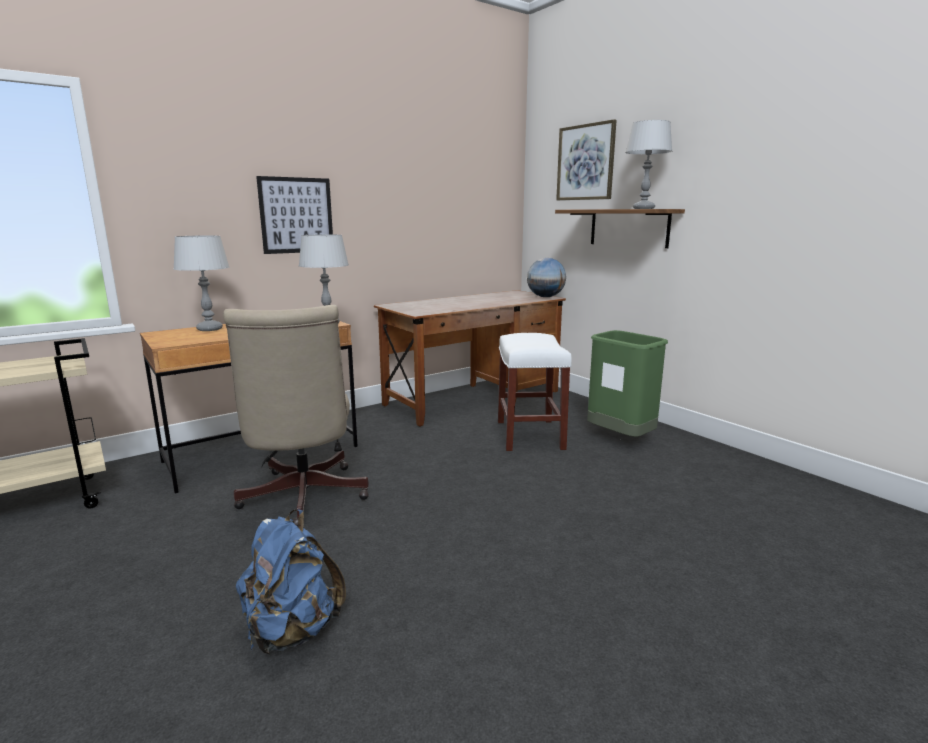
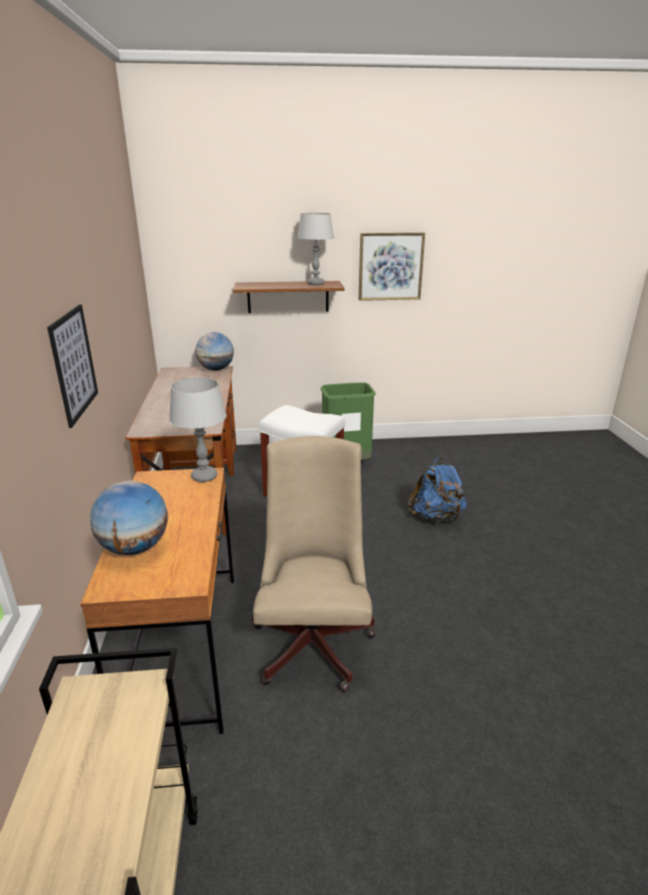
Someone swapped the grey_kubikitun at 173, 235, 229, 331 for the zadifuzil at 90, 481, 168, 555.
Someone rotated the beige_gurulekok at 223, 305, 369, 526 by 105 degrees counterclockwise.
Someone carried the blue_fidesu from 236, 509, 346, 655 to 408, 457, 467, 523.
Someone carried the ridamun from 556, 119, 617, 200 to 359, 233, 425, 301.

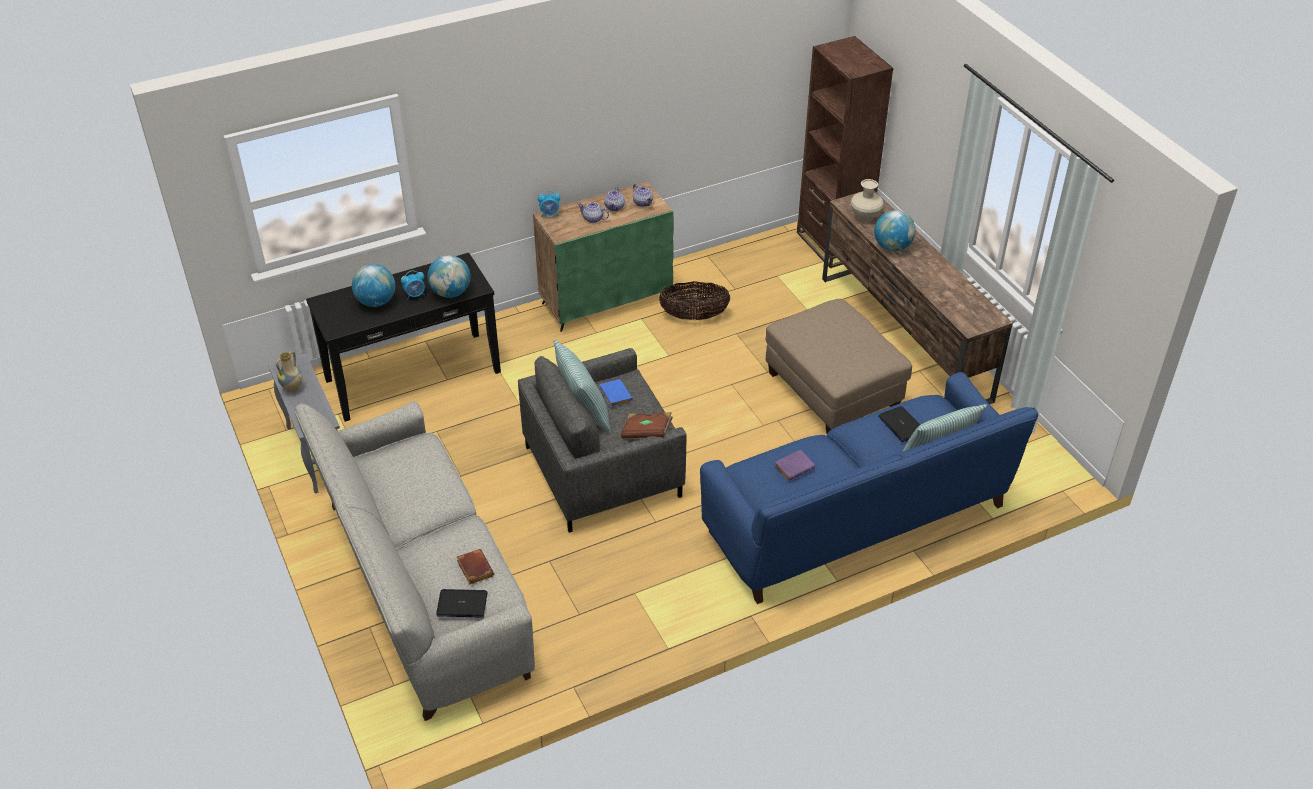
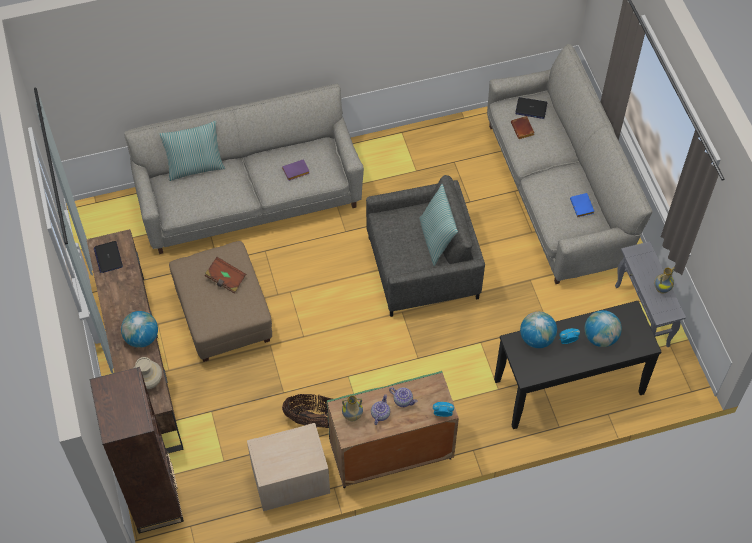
Someone carried the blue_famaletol from 599, 379, 633, 407 to 570, 193, 595, 217.
Someone carried the brown_famaletol from 621, 411, 673, 438 to 205, 257, 246, 293.
Someone swapped the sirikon at 633, 184, 653, 207 for the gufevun at 342, 395, 363, 421.
Someone repainted the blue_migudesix at 700, 372, 1038, 604, which became the grey_migudesix at 124, 84, 364, 254.
Someone carried the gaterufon from 878, 406, 920, 442 to 94, 241, 123, 273.
Someone put down the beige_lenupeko at 247, 423, 330, 511.

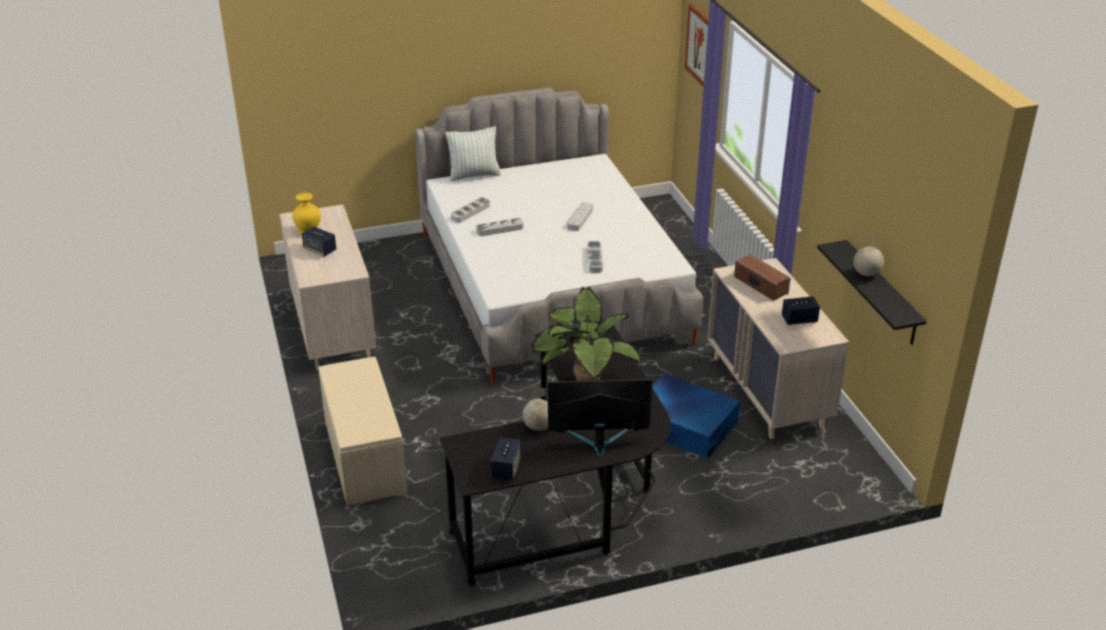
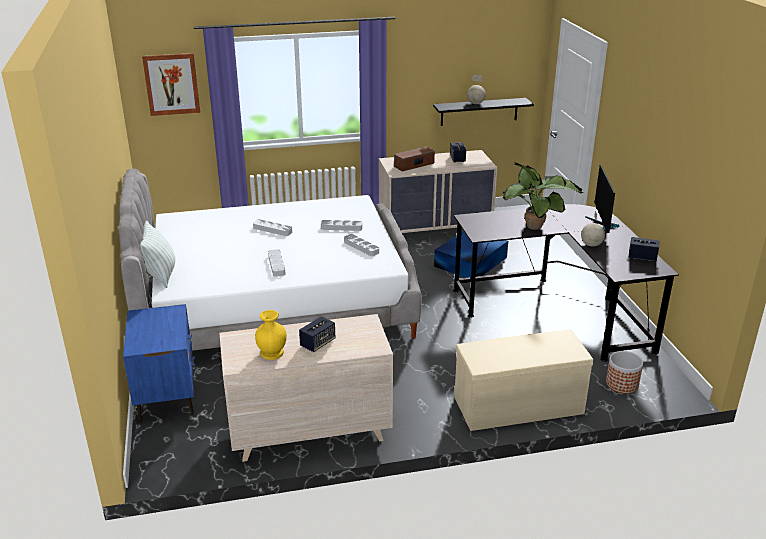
Someone carried the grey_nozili from 451, 197, 490, 223 to 344, 234, 379, 256.
Someone put down the blue_lenupeko at 123, 304, 195, 422.
Someone put down the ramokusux at 606, 351, 643, 394.

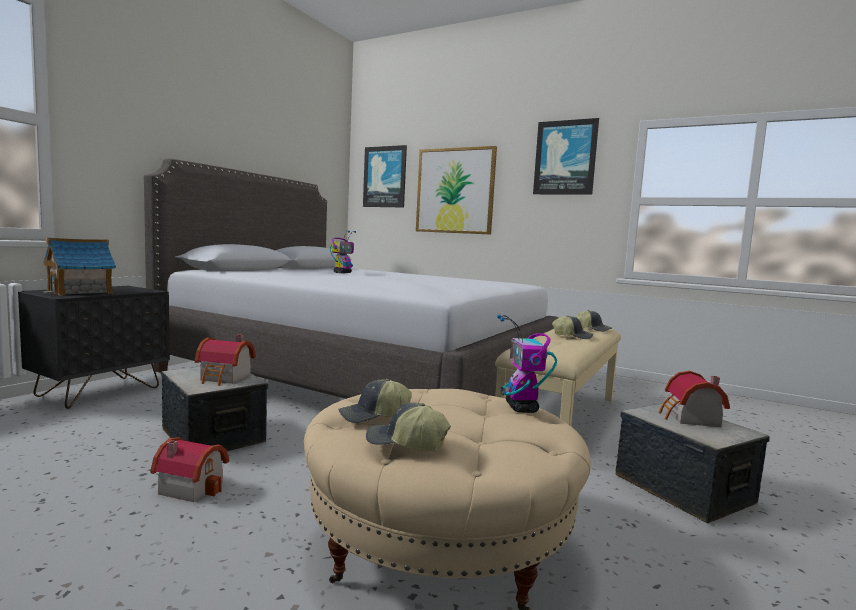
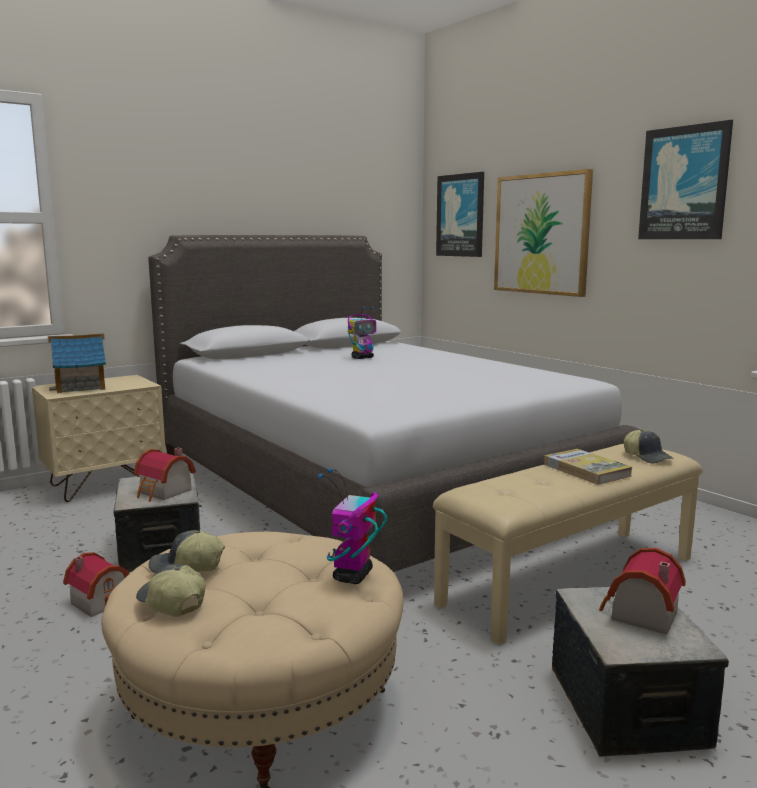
Someone repainted the black_lenupeko at 18, 286, 170, 409, which became the beige_lenupeko at 32, 375, 166, 502.
Someone swapped the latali at 552, 315, 594, 339 for the famaletol at 544, 449, 632, 485.

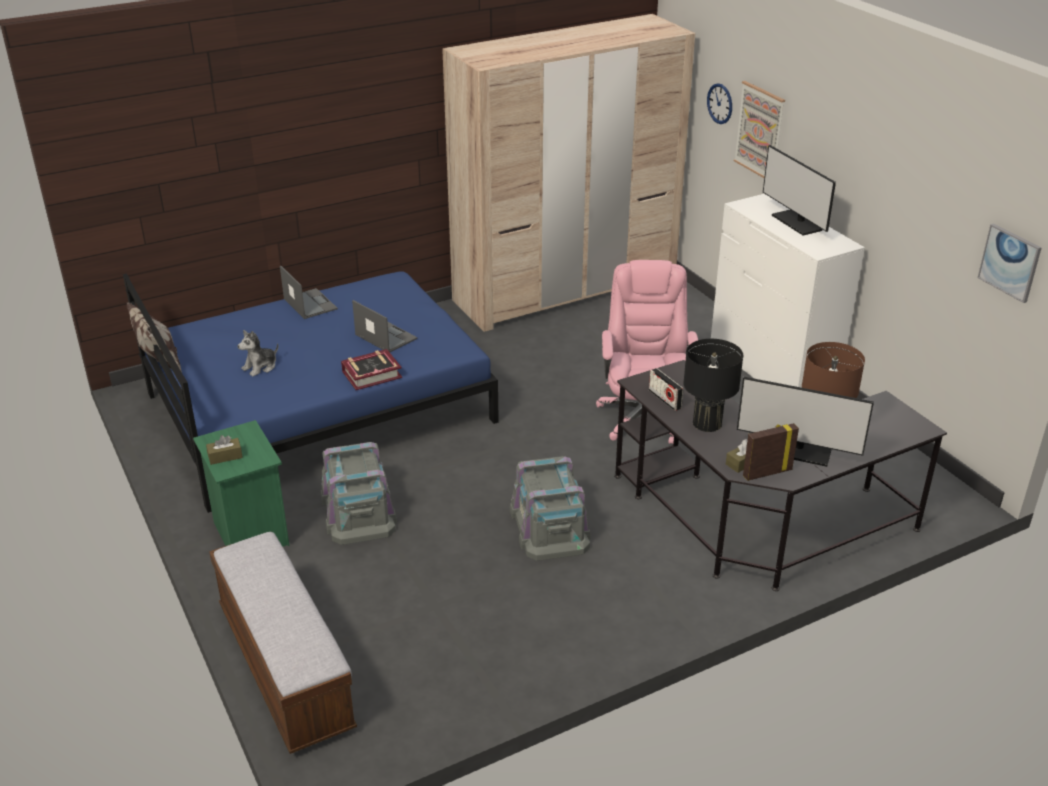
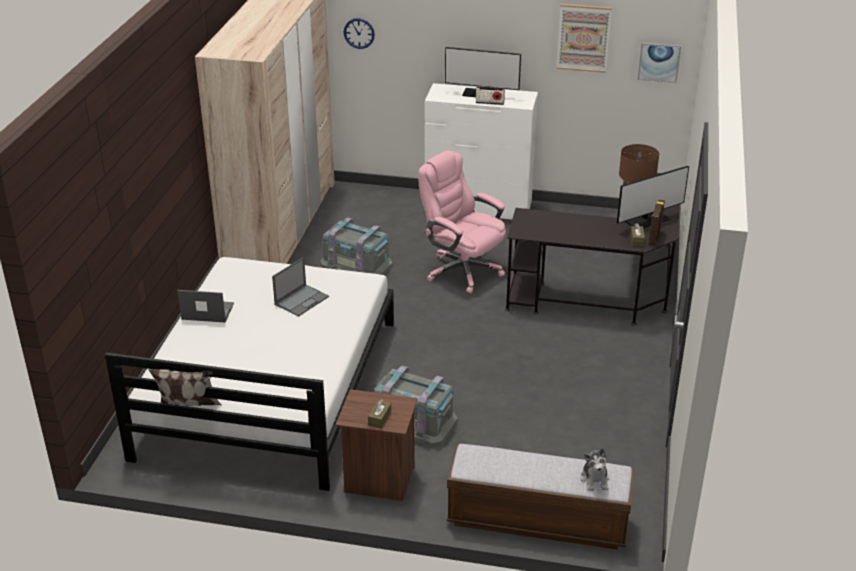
Someone repainted the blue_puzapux at 123, 271, 499, 513, which became the white_puzapux at 105, 257, 394, 491.
Someone repainted the green_lenupeko at 193, 420, 290, 546, which became the brown_lenupeko at 336, 389, 418, 501.
Someone carried the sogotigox from 237, 330, 278, 377 to 580, 448, 609, 491.
Someone took away the famaletol at 341, 349, 402, 390.
Someone rotated the gaterufon at 352, 300, 417, 352 by 135 degrees clockwise.
Someone carried the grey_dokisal from 510, 456, 591, 561 to 320, 218, 393, 275.
Someone carried the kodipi from 649, 368, 683, 411 to 476, 86, 505, 105.
Someone took away the black_kubikitun at 683, 339, 743, 432.
Someone carried the ridamun from 734, 81, 785, 178 to 557, 4, 612, 73.

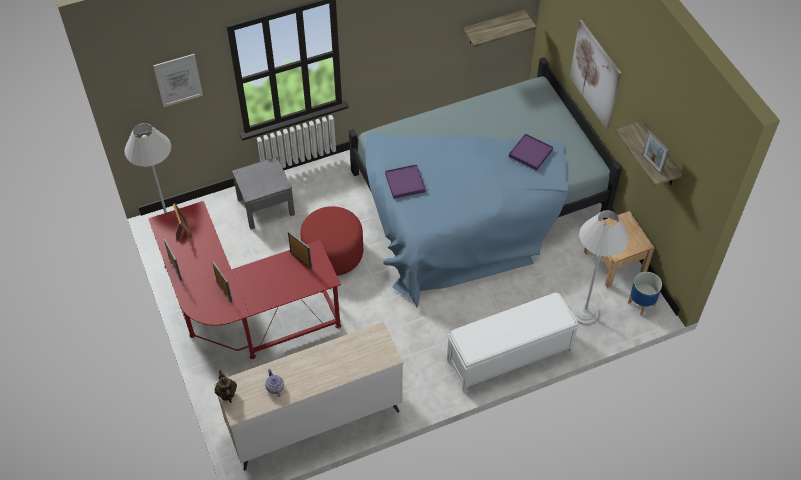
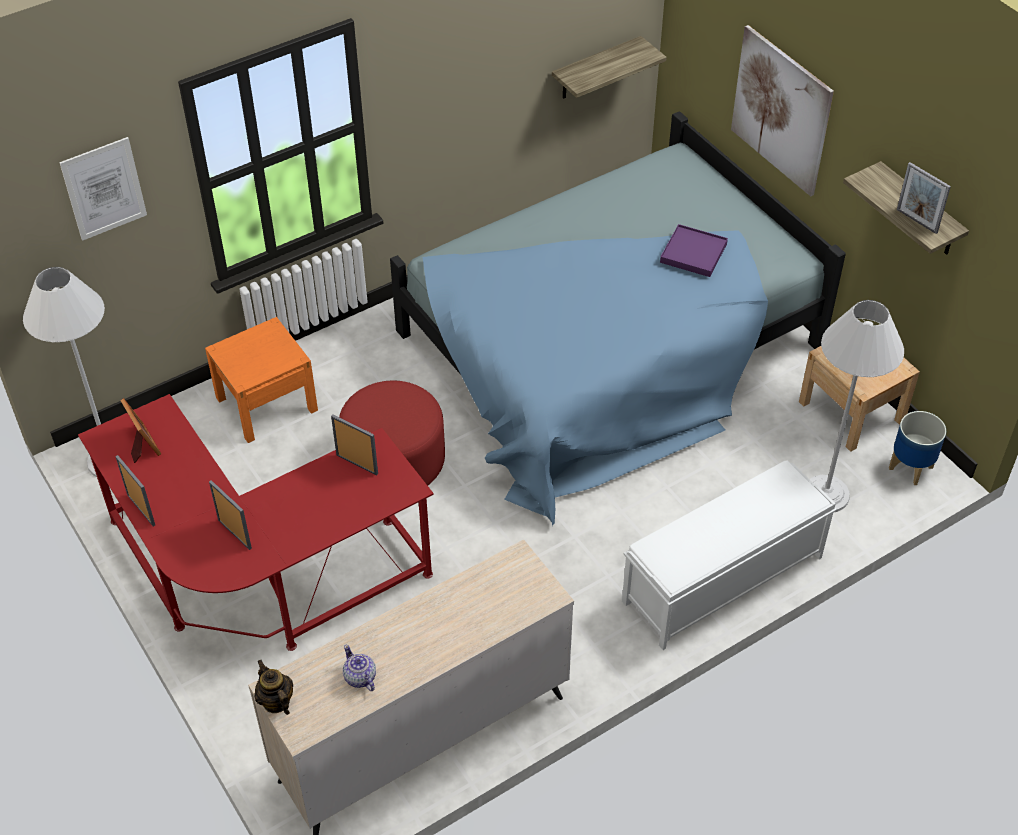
Someone repainted the grey_lenupeko at 232, 157, 295, 229, which became the orange_lenupeko at 205, 317, 318, 443.
Someone took away the purple_nozili at 385, 164, 426, 199.

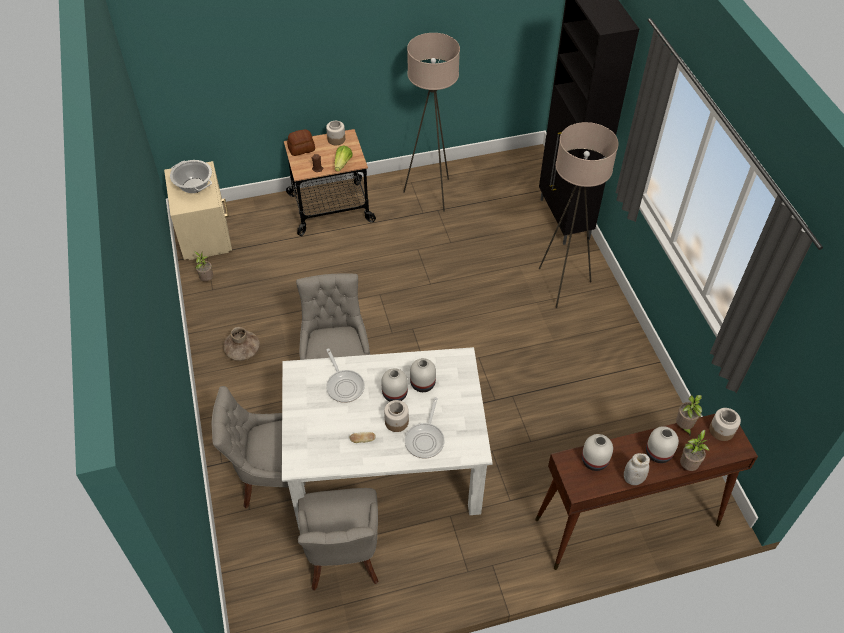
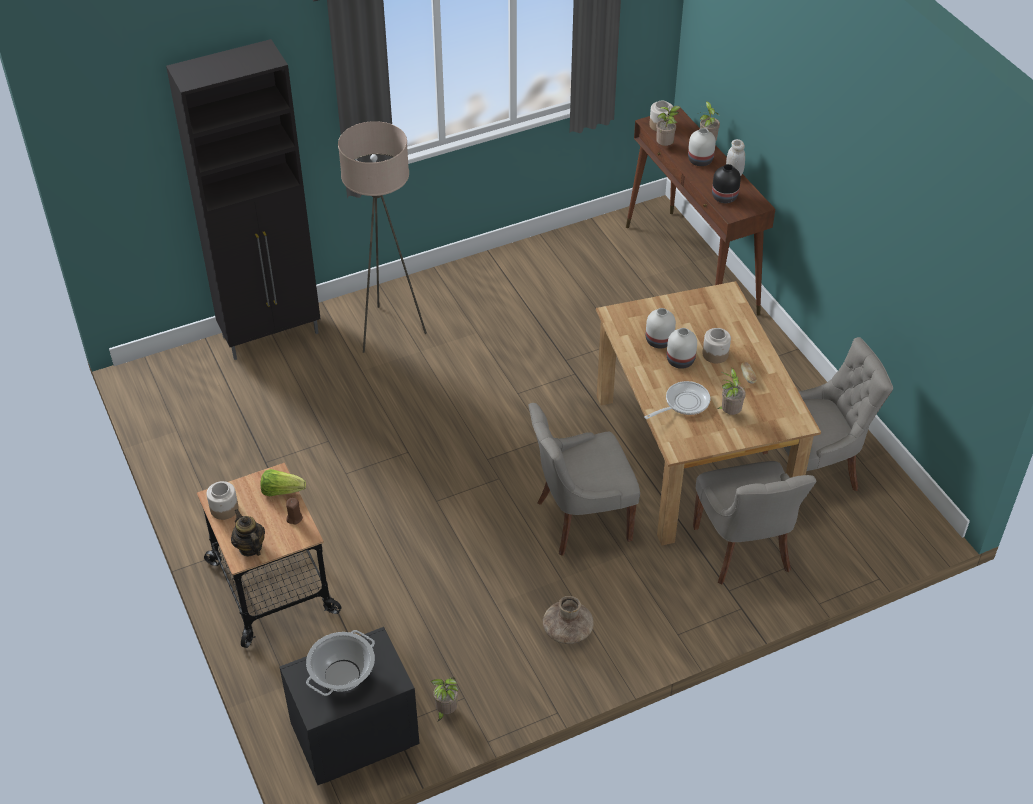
Someone repainted the beige_lenupeko at 164, 161, 232, 260, which became the black_lenupeko at 280, 627, 420, 785.
Someone repainted the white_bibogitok at 282, 347, 493, 528, which became the brown_bibogitok at 596, 281, 821, 546.
Someone swapped the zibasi at 287, 129, 315, 156 for the sirikon at 231, 509, 265, 556.
Someone took away the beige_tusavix at 403, 33, 460, 212.
Someone took away the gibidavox at 405, 397, 445, 459.
Someone repainted the white_gufevun at 582, 434, 613, 471, which became the black_gufevun at 712, 164, 741, 203.
Someone put down the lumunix at 717, 367, 746, 415.

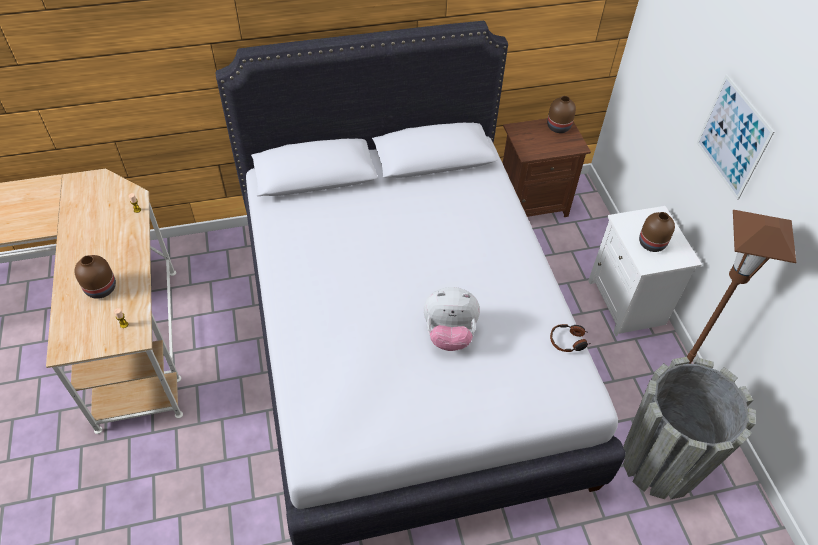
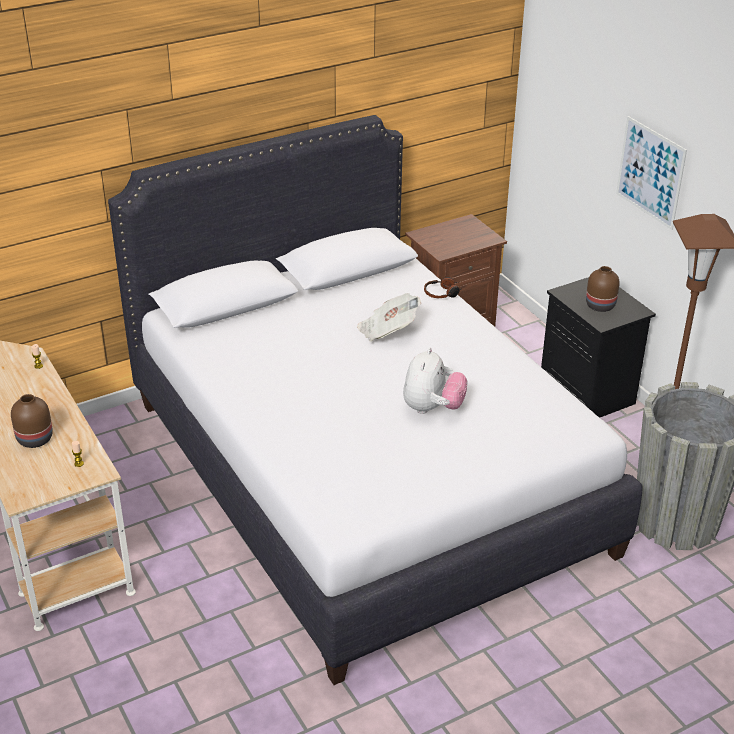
Someone rotated the sogotigox at 424, 287, 480, 351 by 60 degrees counterclockwise.
Someone took away the brown_gufevun at 547, 96, 576, 133.
Someone carried the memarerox from 550, 324, 591, 352 to 424, 277, 461, 298.
Someone repainted the white_lenupeko at 588, 206, 702, 336, which became the black_lenupeko at 541, 277, 656, 418.
Someone put down the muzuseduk at 357, 293, 421, 342.

